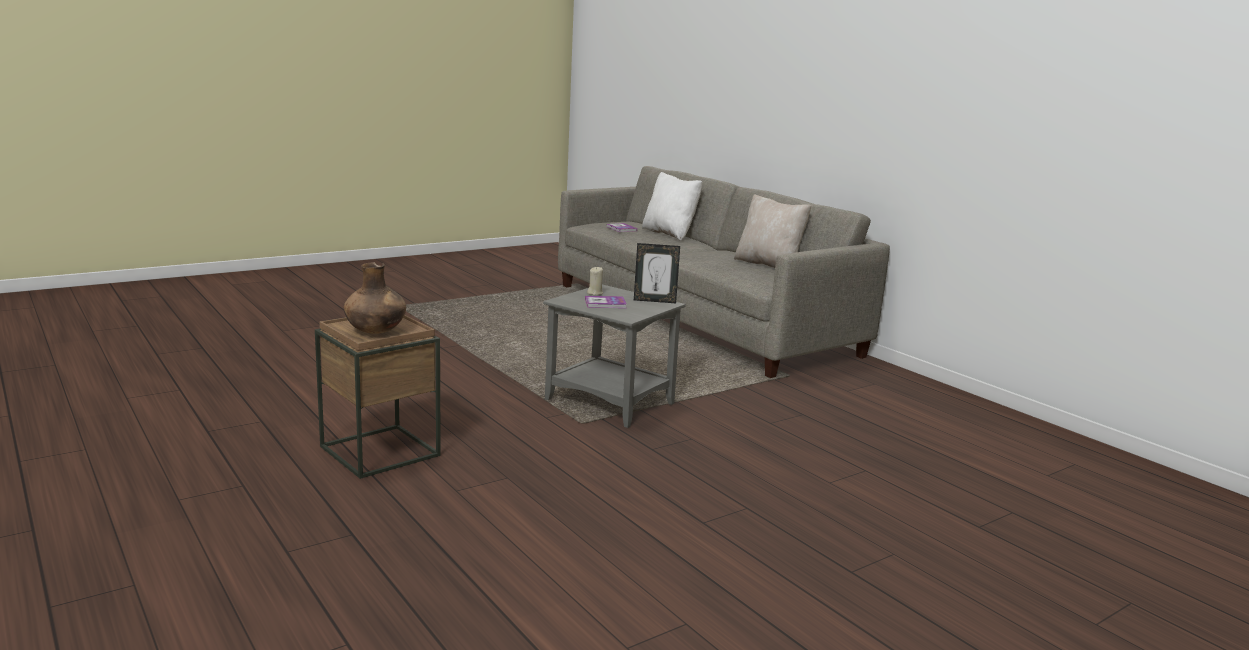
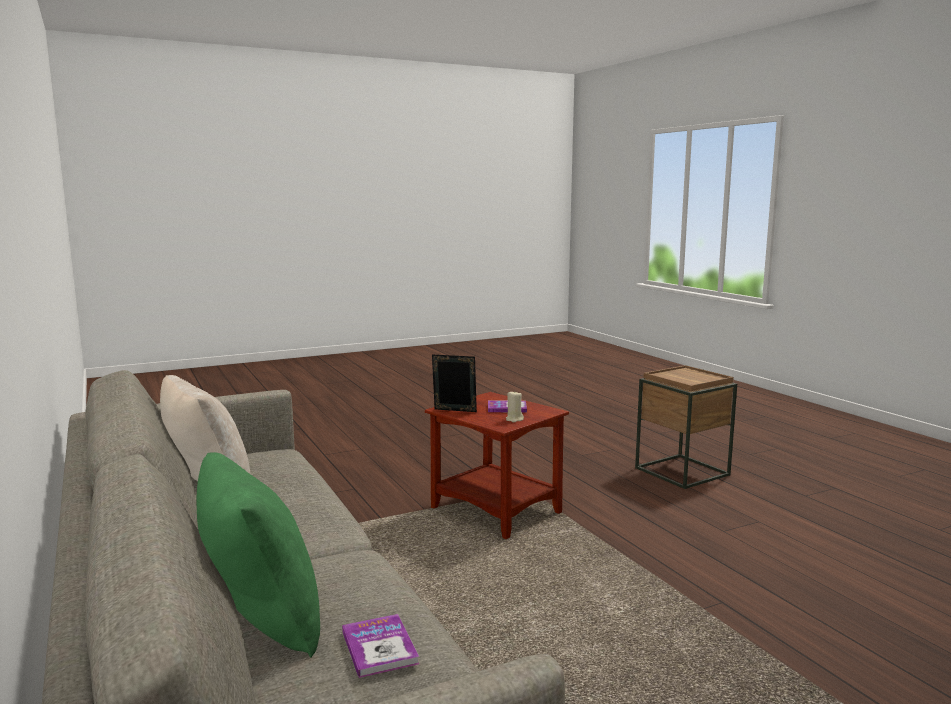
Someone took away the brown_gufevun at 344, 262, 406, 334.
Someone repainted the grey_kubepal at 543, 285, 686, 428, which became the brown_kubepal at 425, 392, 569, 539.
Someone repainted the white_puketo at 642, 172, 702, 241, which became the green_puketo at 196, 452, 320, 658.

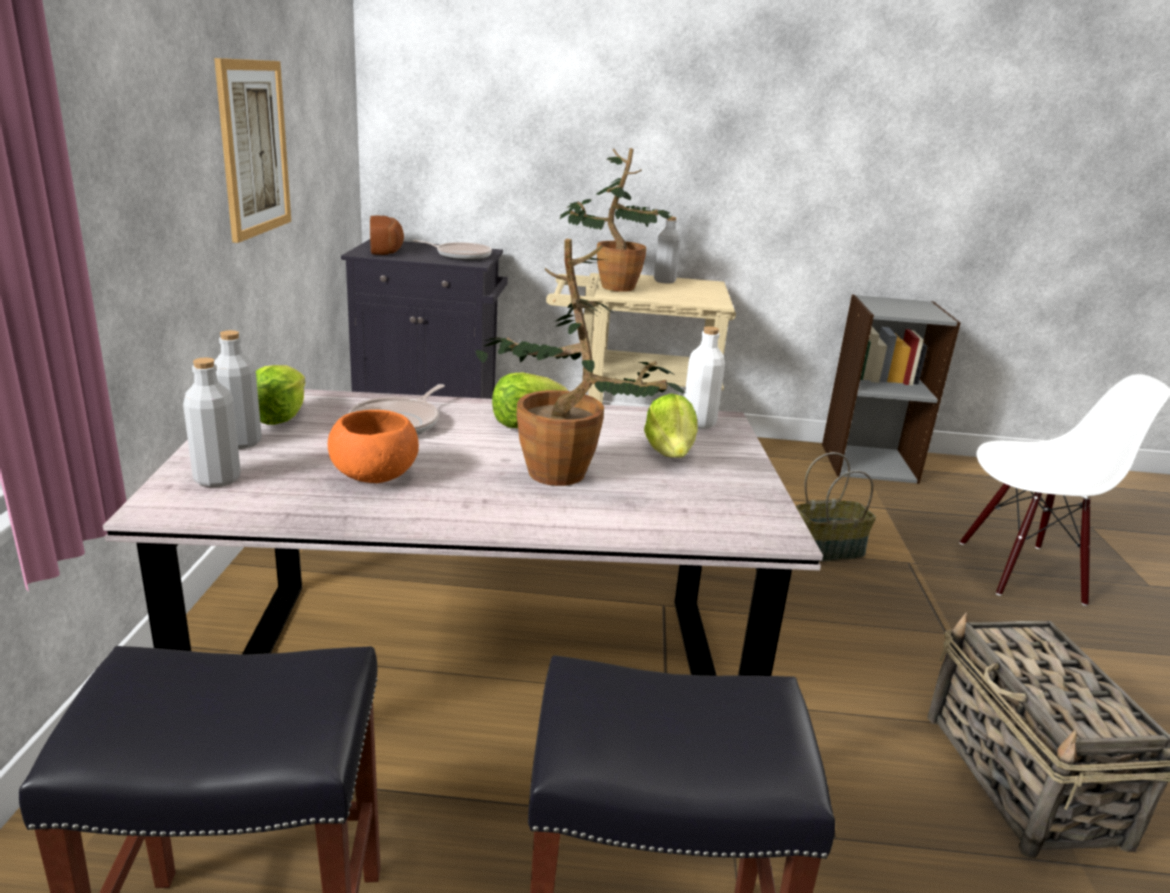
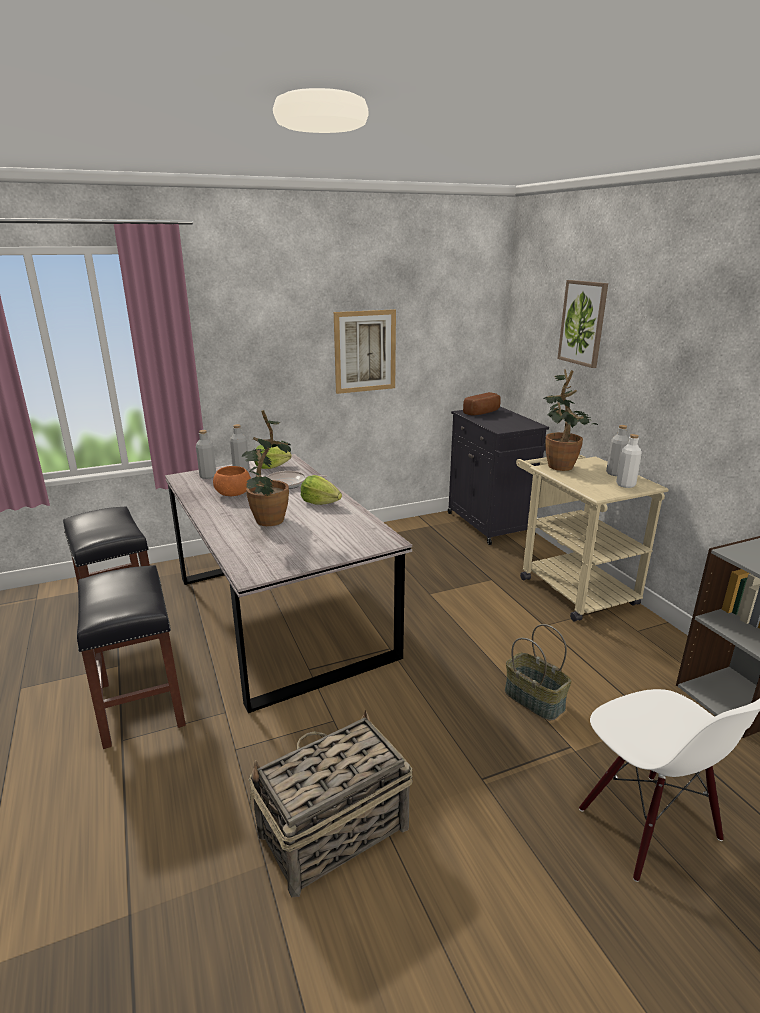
Someone took away the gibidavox at 413, 240, 492, 260.
Someone took away the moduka at 644, 393, 698, 458.
Someone carried the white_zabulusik from 684, 326, 725, 429 to 616, 434, 642, 488.
Someone put up the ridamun at 557, 280, 608, 368.

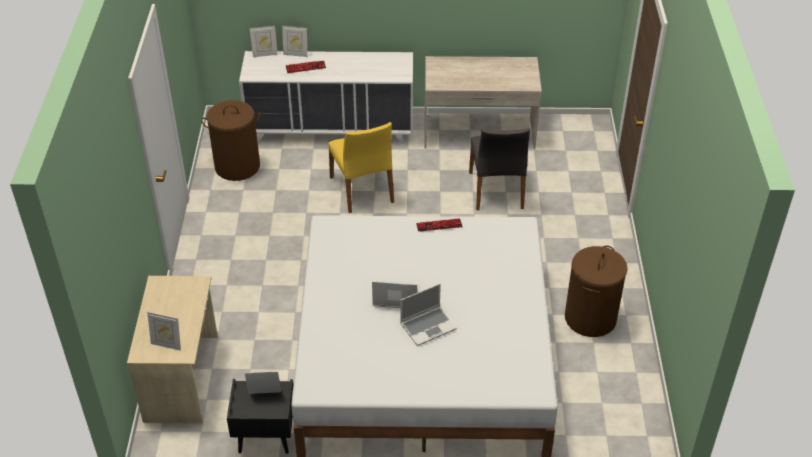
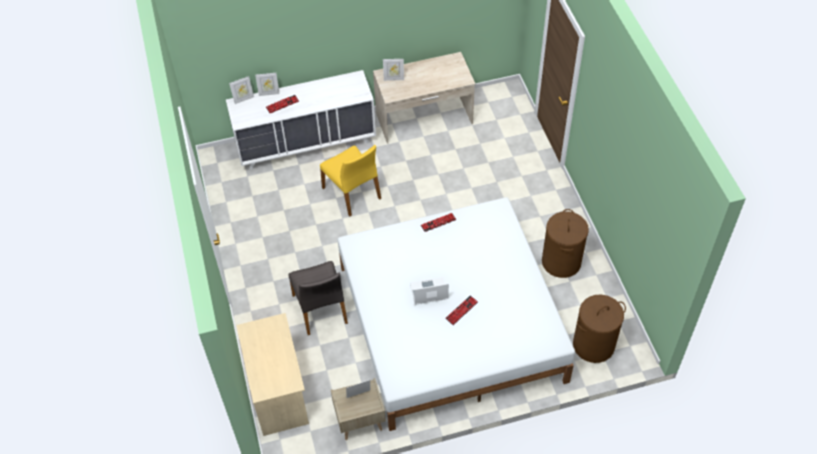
Someone carried the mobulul from 147, 312, 181, 351 to 383, 59, 404, 81.
Someone carried the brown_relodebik from 201, 100, 260, 181 to 573, 294, 626, 363.
Someone repainted the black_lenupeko at 227, 379, 293, 454, which became the beige_lenupeko at 331, 378, 386, 440.
Someone swapped the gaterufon at 400, 284, 457, 346 for the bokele at 445, 295, 478, 325.
Someone carried the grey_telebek from 469, 128, 530, 210 to 288, 261, 348, 335.

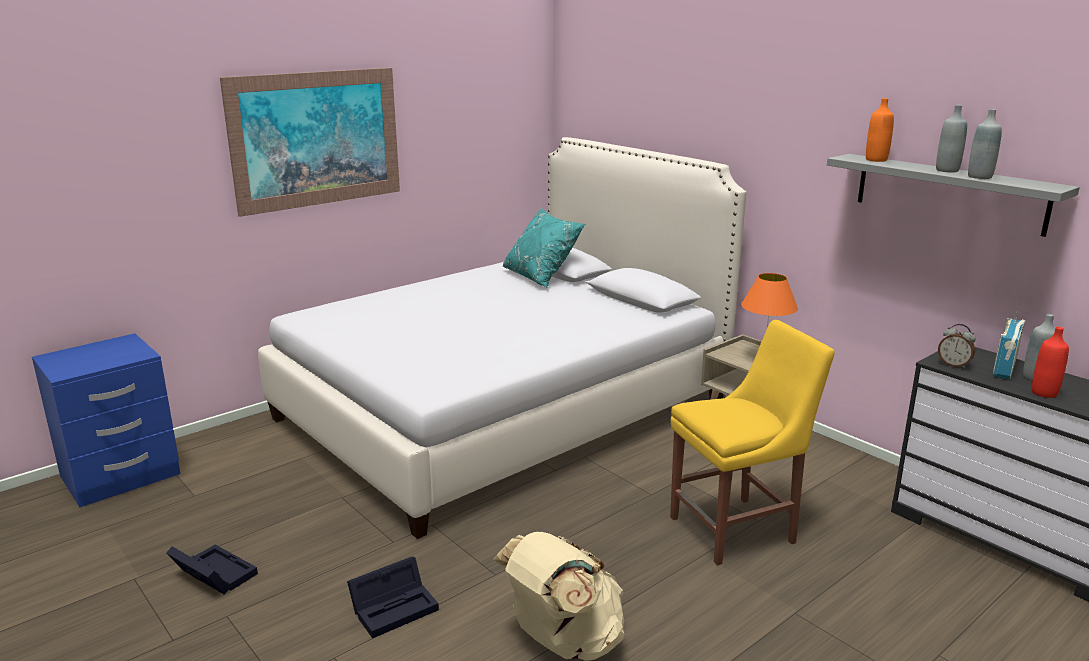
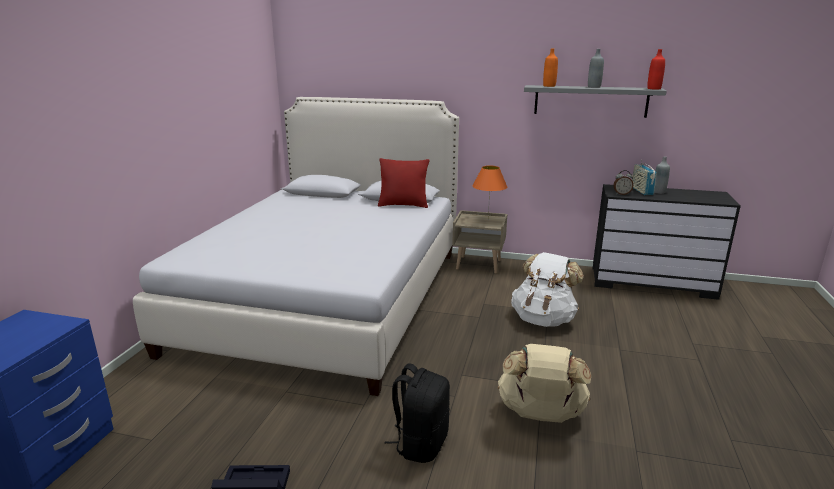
Someone took away the ridamun at 220, 68, 400, 217.
Someone swapped the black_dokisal at 347, 556, 439, 638 for the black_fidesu at 385, 363, 450, 463.
Someone took away the turquoise_puketo at 503, 208, 585, 287.
Someone swapped the yellow_telebek at 670, 320, 835, 566 for the white_fidesu at 511, 252, 584, 327.
Someone took away the grey_zabulusik at 968, 109, 1002, 179.
Someone carried the red_zabulusik from 1032, 327, 1069, 398 to 647, 49, 665, 89.
Someone put down the red_puketo at 378, 158, 429, 208.

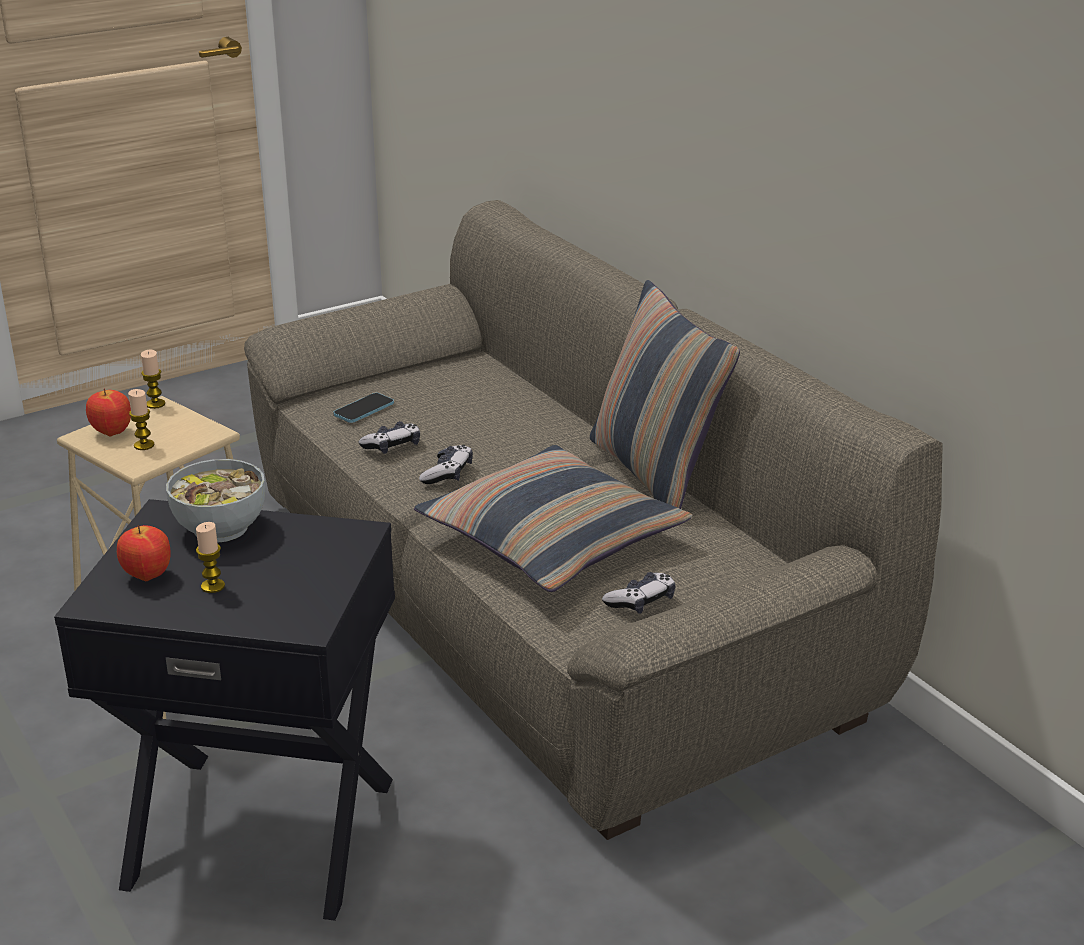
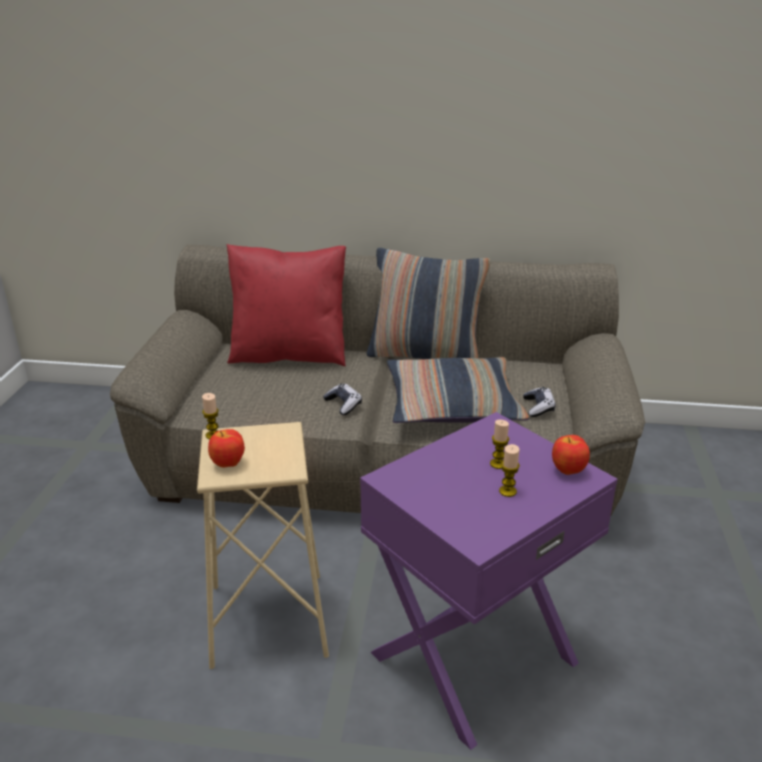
Someone repainted the black_kubepal at 54, 499, 395, 921, which became the purple_kubepal at 360, 412, 618, 750.
Someone carried the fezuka from 117, 525, 171, 581 to 552, 435, 590, 475.
Someone carried the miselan from 128, 389, 155, 450 to 490, 420, 509, 469.
Someone took away the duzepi at 166, 459, 265, 542.
Someone took away the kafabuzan at 333, 393, 394, 423.
Someone took away the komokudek at 359, 421, 420, 454.
Someone put down the red_puketo at 227, 244, 346, 366.

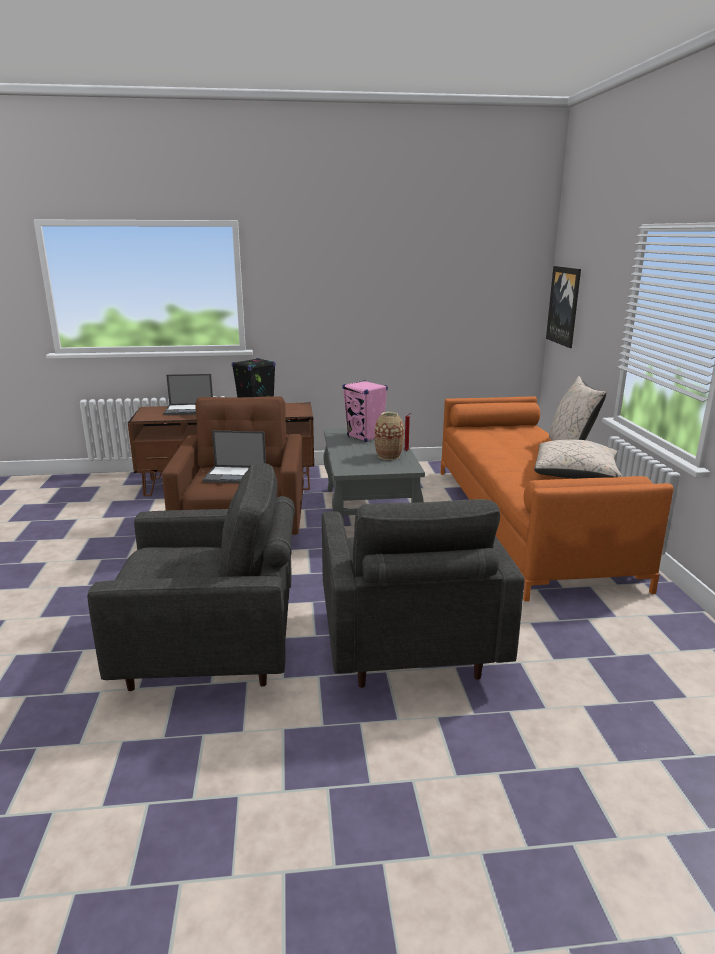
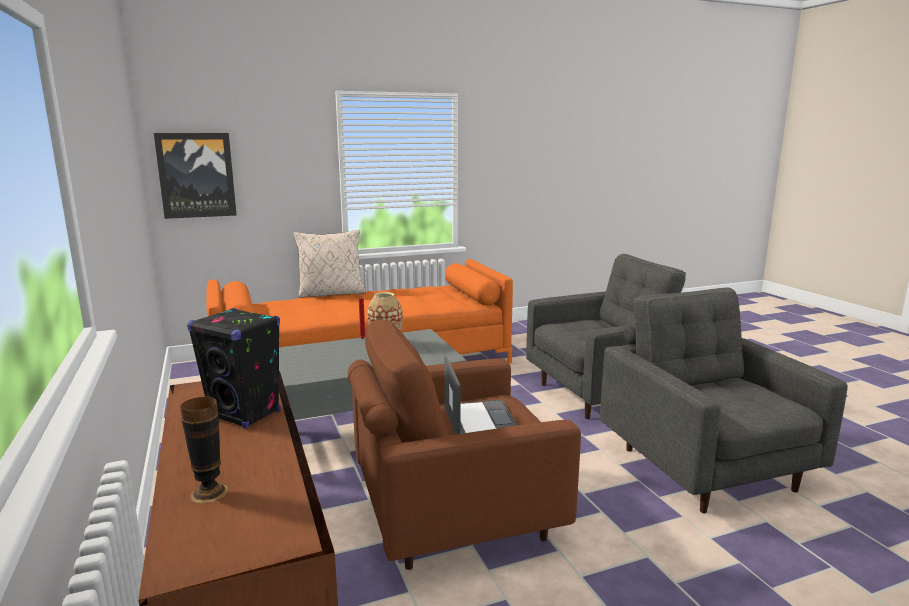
Someone swapped the gaterufon at 163, 374, 213, 415 for the gufevun at 180, 397, 229, 504.
Someone took away the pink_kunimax at 342, 380, 388, 442.
Someone took away the beige_puketo at 534, 439, 622, 479.

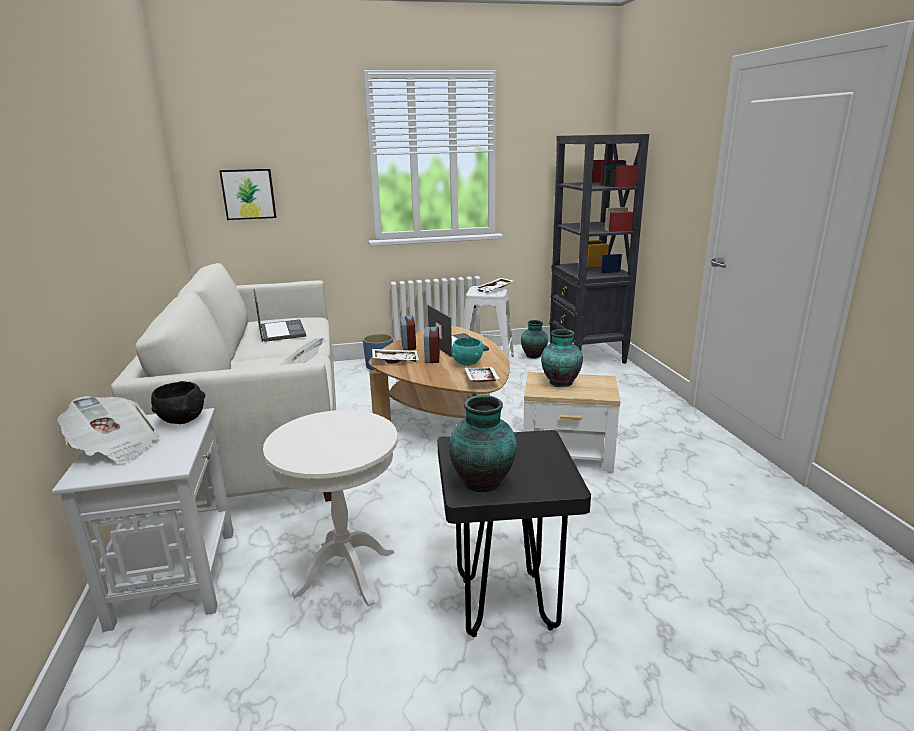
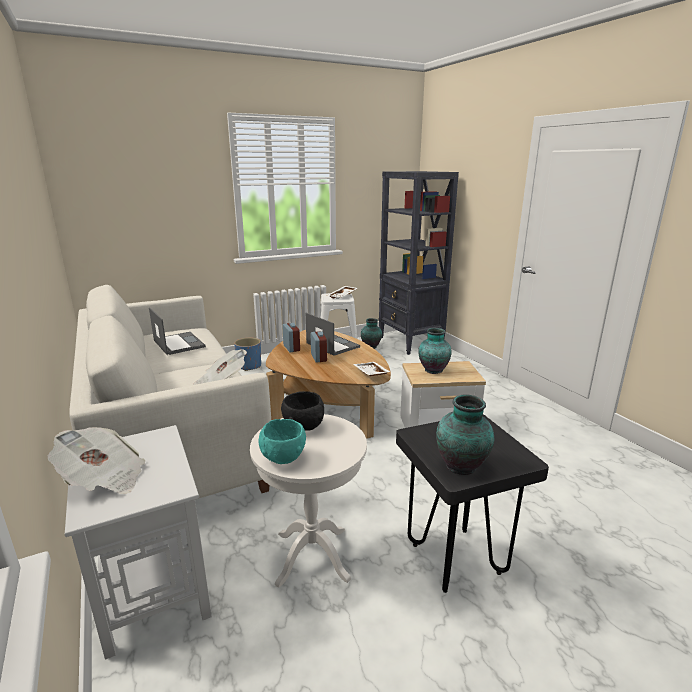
Someone carried the black_duzepi from 151, 381, 205, 424 to 281, 391, 324, 431.
Someone took away the ridamun at 219, 169, 276, 220.
Someone took away the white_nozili at 372, 349, 419, 364.
Someone carried the turquoise_duzepi from 452, 337, 484, 366 to 259, 419, 306, 464.

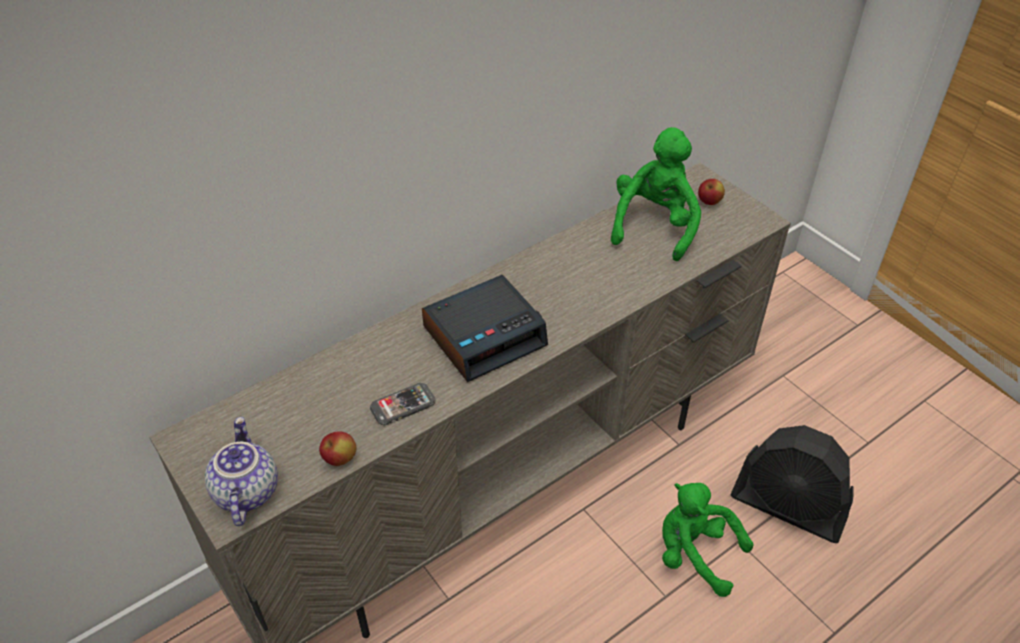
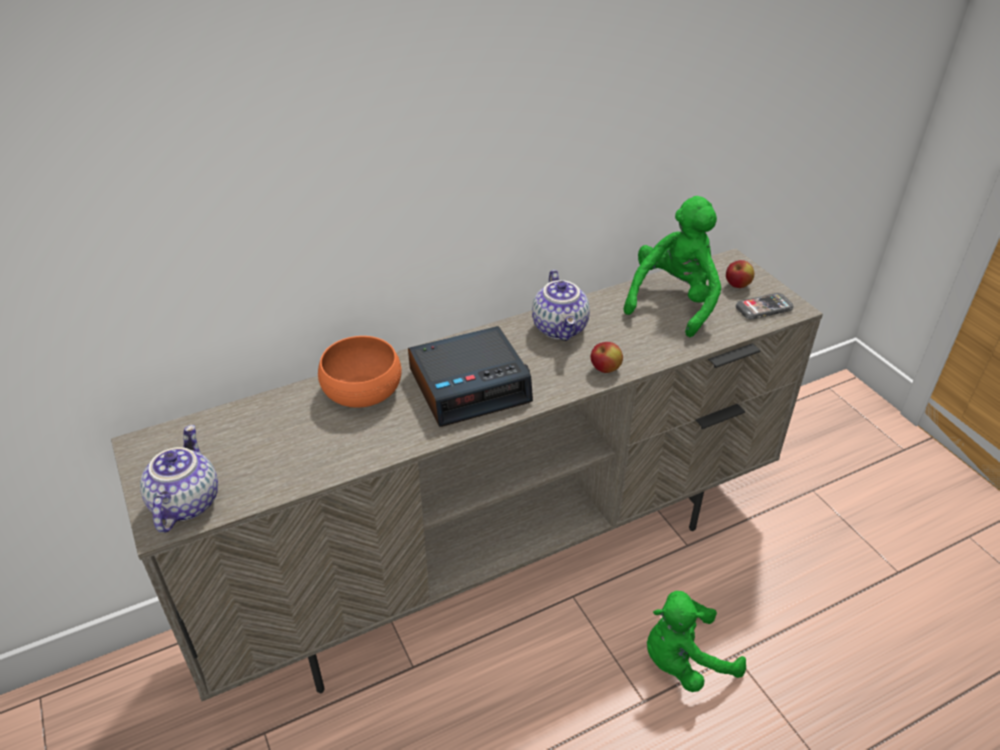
Someone carried the fezuka from 319, 431, 357, 466 to 591, 342, 623, 373.
Someone carried the kafabuzan from 370, 383, 435, 426 to 736, 293, 793, 320.
Someone rotated the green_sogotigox at 662, 483, 754, 597 by 60 degrees counterclockwise.
Someone took away the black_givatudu at 730, 425, 854, 543.
Someone put down the orange_duzepi at 318, 336, 402, 408.
Someone put down the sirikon at 532, 270, 590, 341.

